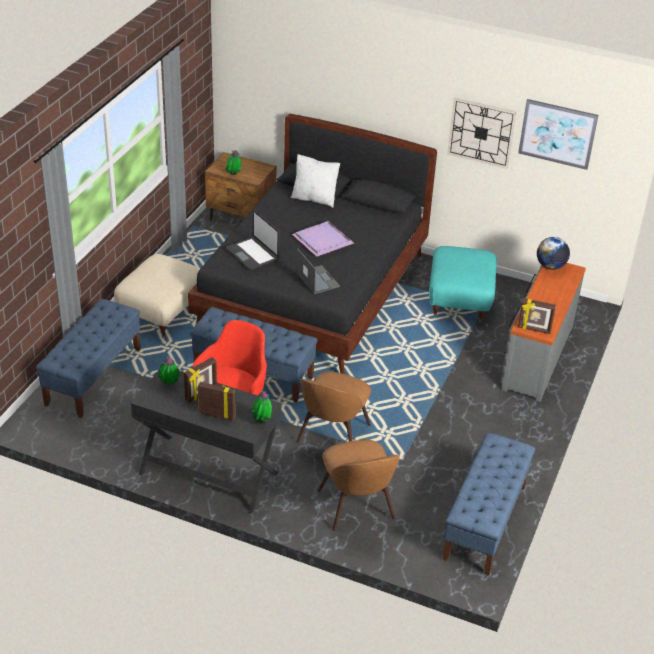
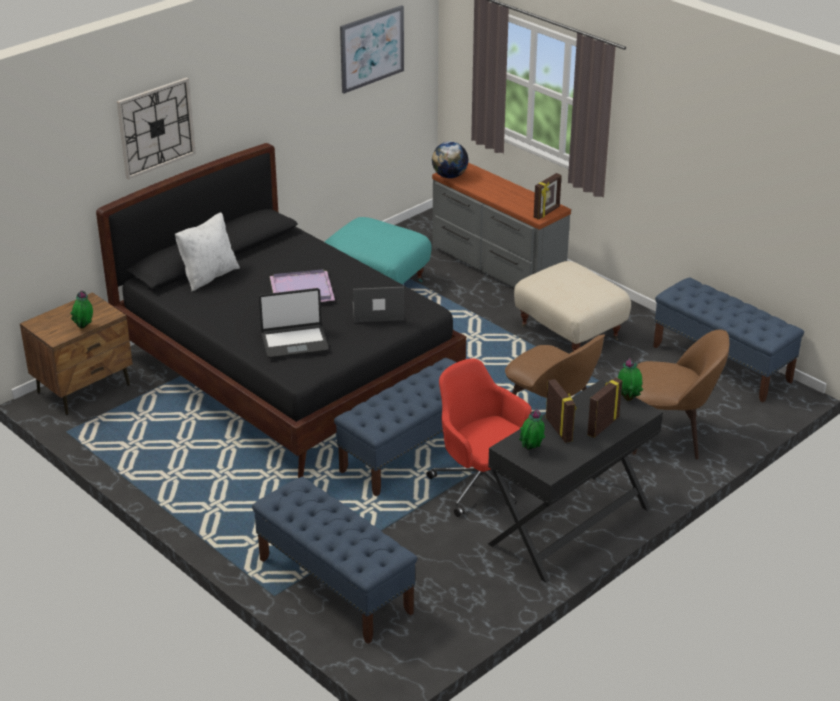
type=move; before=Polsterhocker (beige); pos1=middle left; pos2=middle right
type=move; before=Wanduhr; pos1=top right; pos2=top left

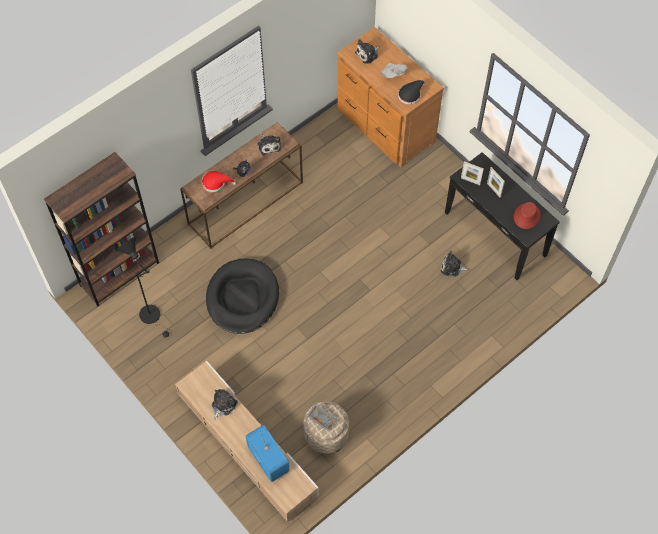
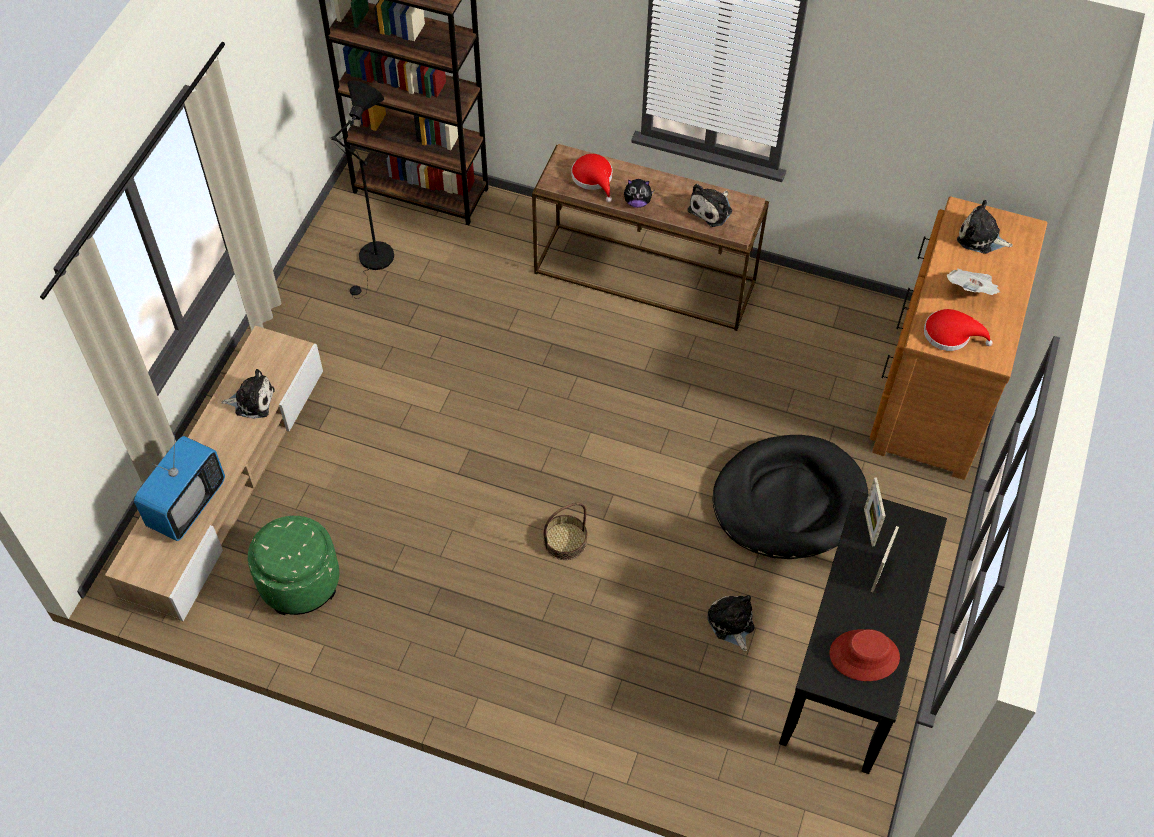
type=move; before=Hundebett (schwarz); pos1=centre; pos2=middle right
type=recolor; before=Polsterhocker (beige); after=Polsterhocker (grün); pos1=bottom centre; pos2=bottom left
type=delete; before=Tablett (grau); pos1=bottom centre
type=recolor; before=Hut (schwarz); after=Hut (rot) (3rd from left); pos1=top centre; pos2=middle right
type=insert; after=Korb; pos2=centre

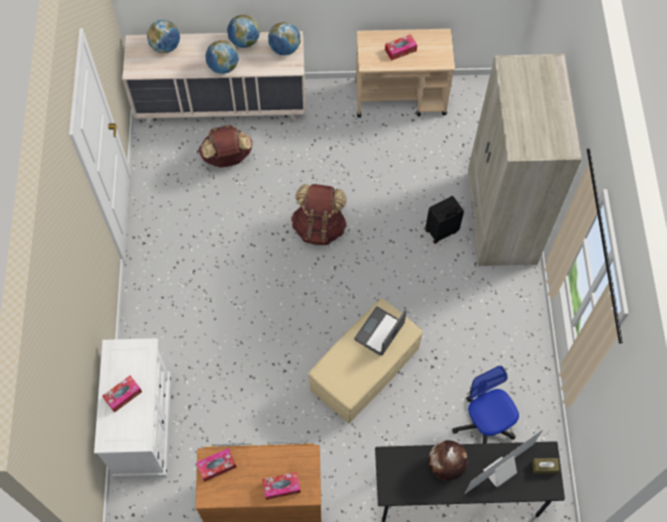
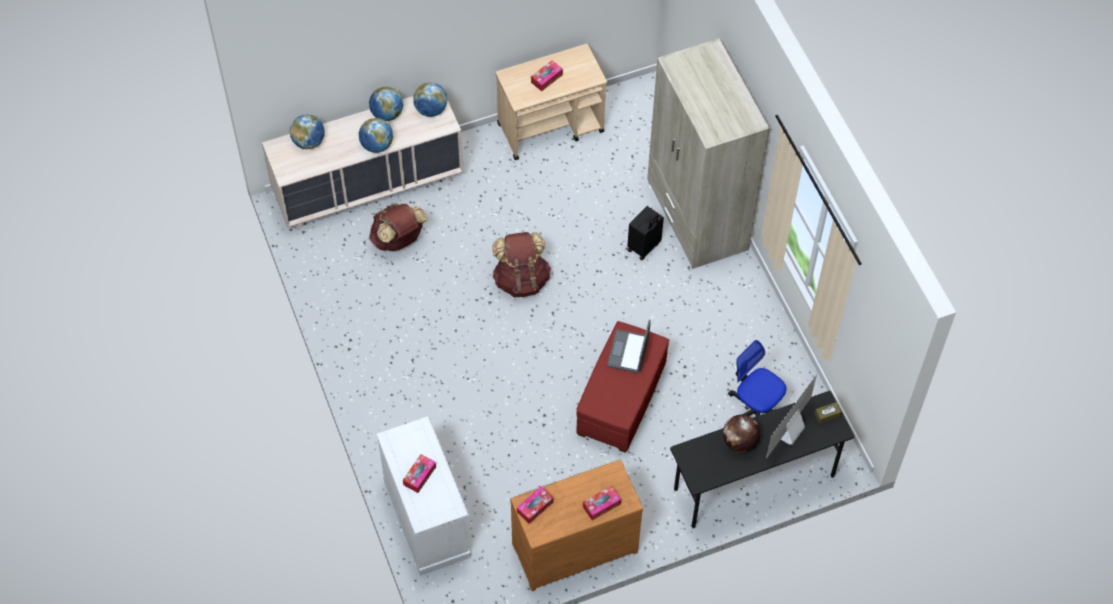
type=recolor; before=Polsterhocker (beige); after=Polsterhocker (rot); pos1=bottom centre; pos2=centre

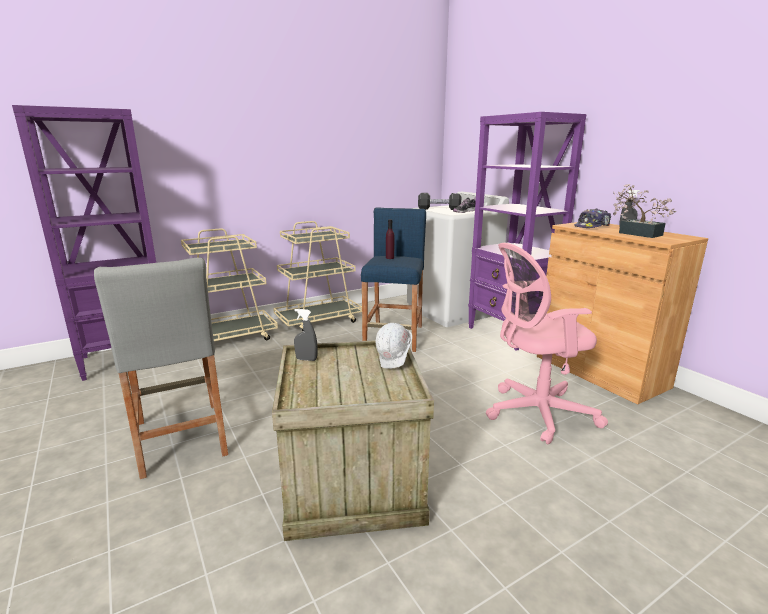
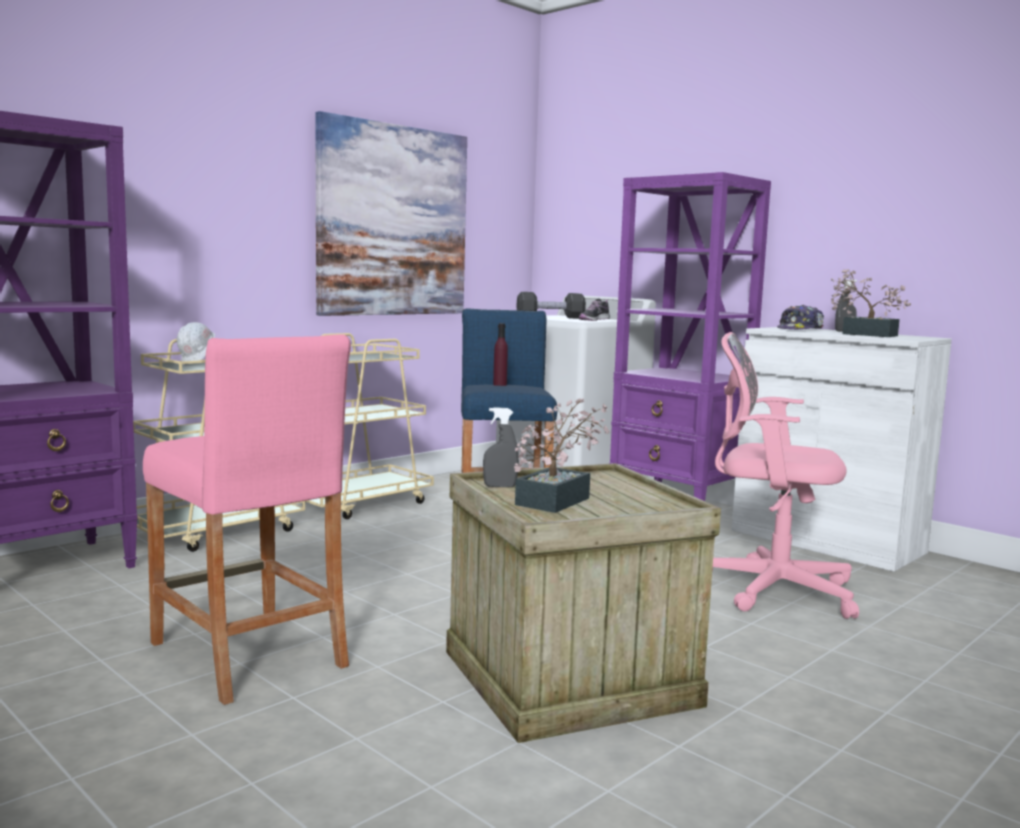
type=recolor; before=Hocker (grau); after=Hocker (rosa); pos1=middle left; pos2=middle left
type=move; before=Schutzhelm (weiß); pos1=centre; pos2=middle left
type=rotate; before=Bürostuhl (rosa); pos1=middle right; pos2=middle right; turn=45
type=recolor; before=Schrank (braun); after=Schrank (weiß); pos1=middle right; pos2=middle right
type=insert; after=Bild; pos2=top centre
type=insert; after=Topfpflanze (1st from left); pos2=centre

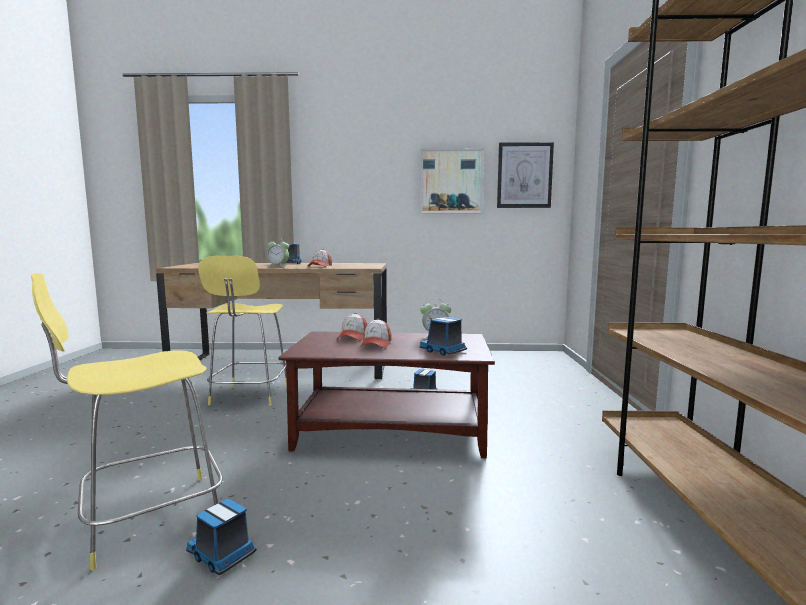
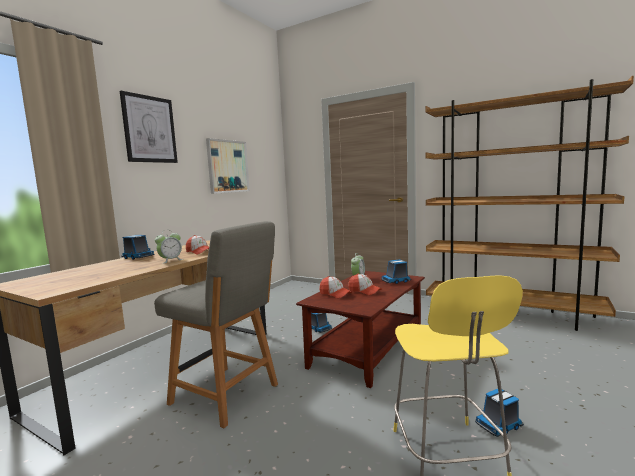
type=replace; before=Hocker (gelb) (2nd from left); after=Stuhl (grau); pos1=middle left; pos2=bottom centre
type=move; before=Bild (2nd from left in the first image); after=Bild (1st from left); pos1=top centre; pos2=top left

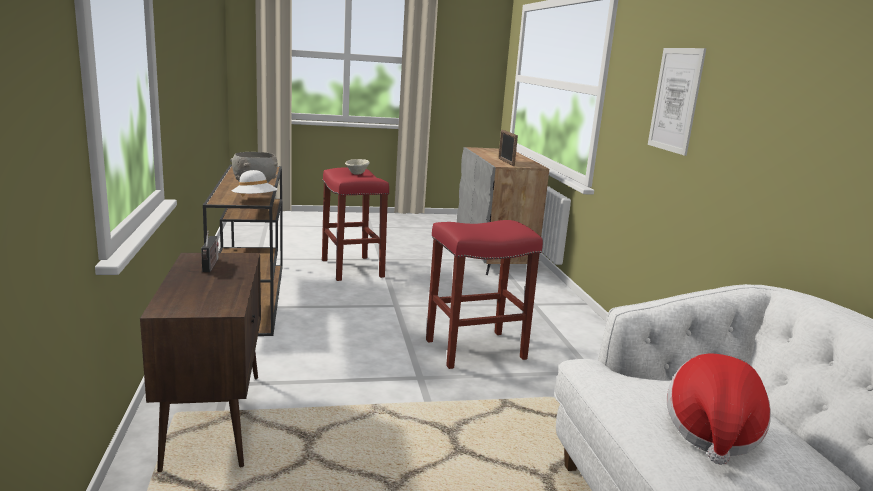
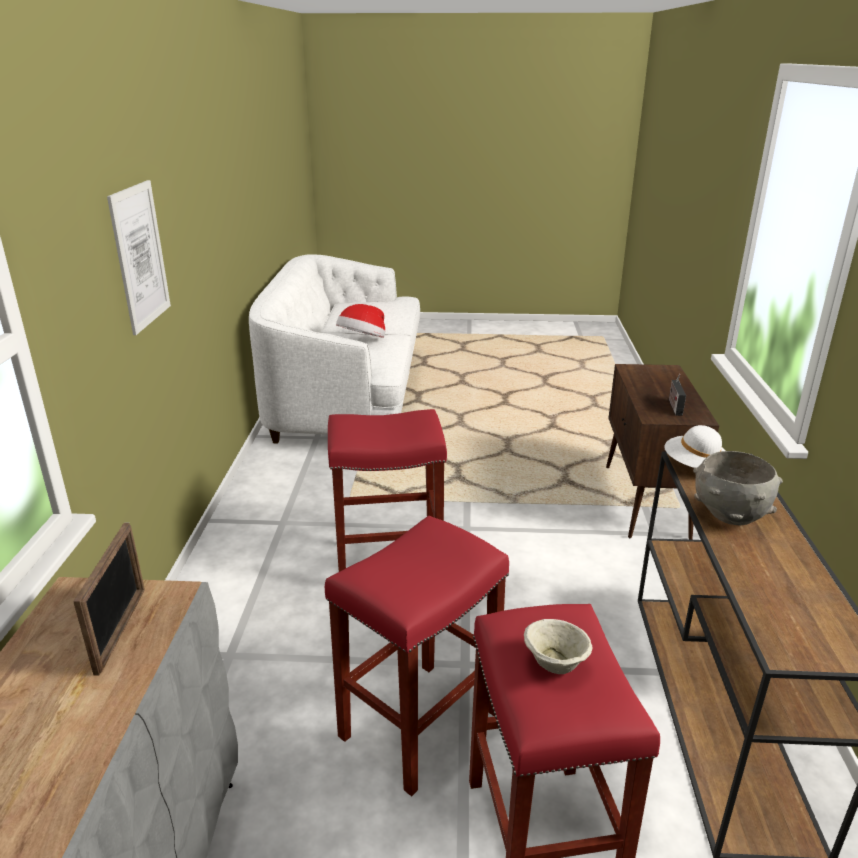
type=insert; after=Hocker (rot) (2nd from left); pos2=bottom centre

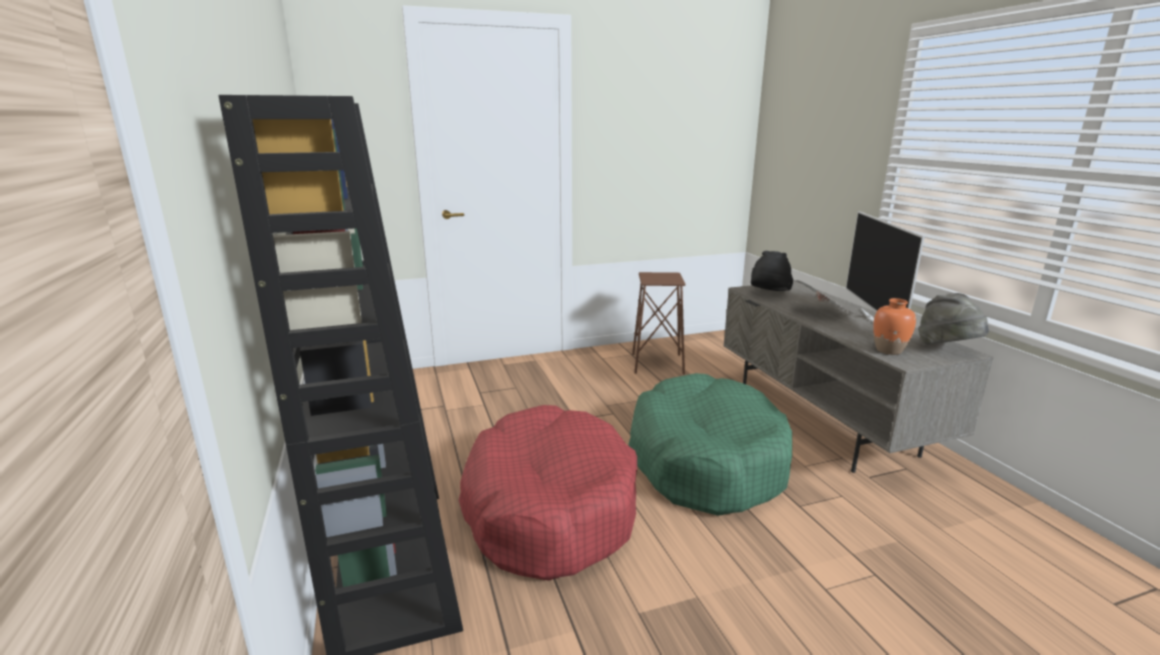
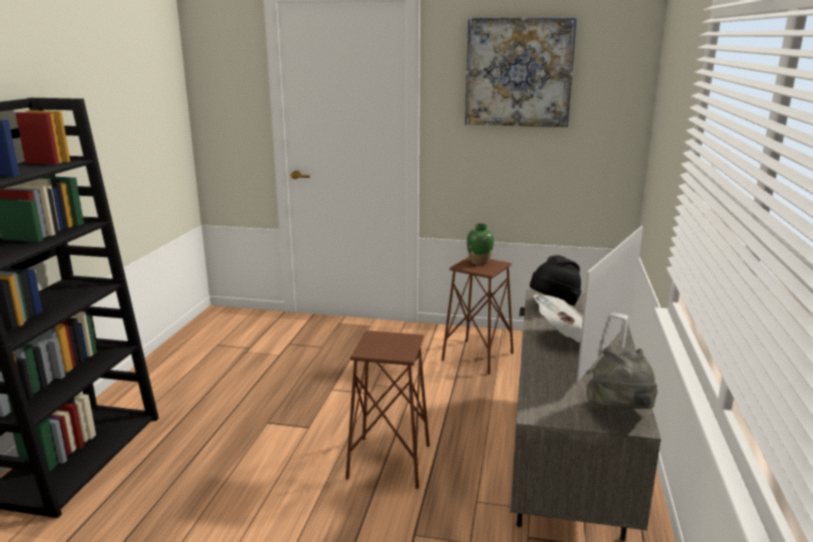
type=delete; before=Hundebett (rot); pos1=bottom centre
type=replace; before=Hundebett (grün); after=Hocker (braun) (1st from left); pos1=bottom centre; pos2=bottom centre
type=delete; before=Vase (orange); pos1=middle right
type=insert; after=Bild; pos2=top centre
type=insert; after=Vase (grün); pos2=centre

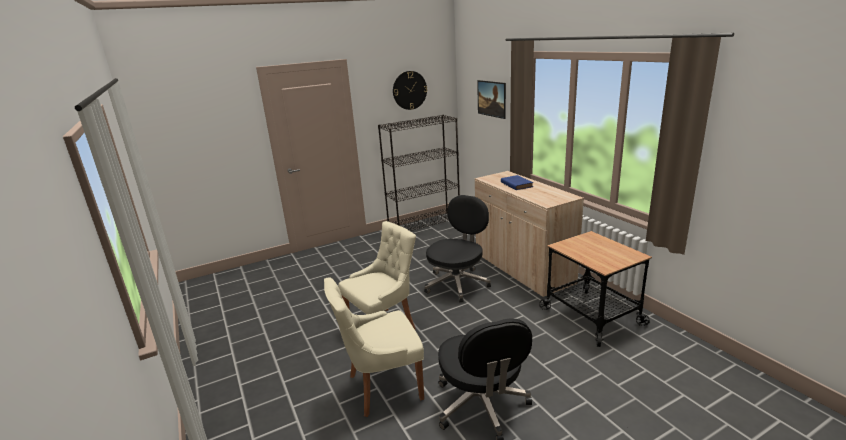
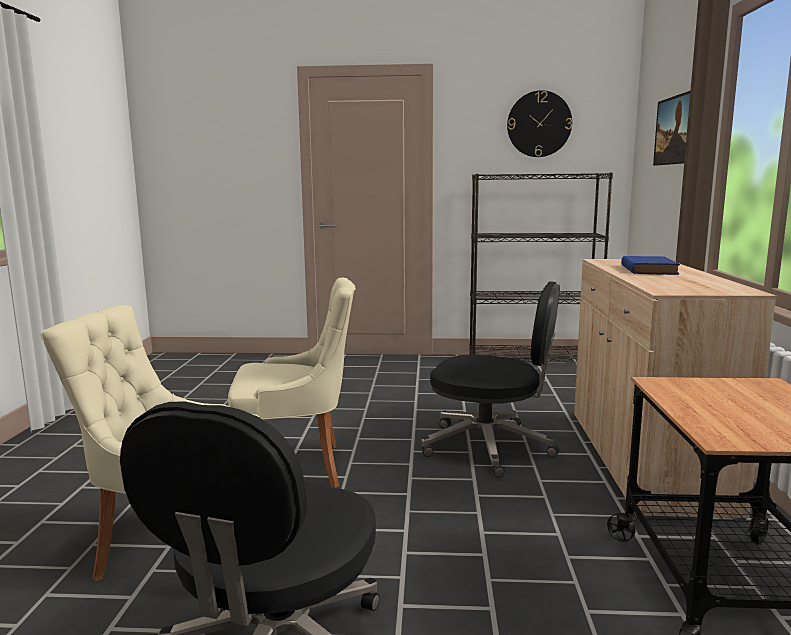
type=rotate; before=Bürostuhl (schwarz) (1st from left in the first image); pos1=centre; pos2=centre; turn=45

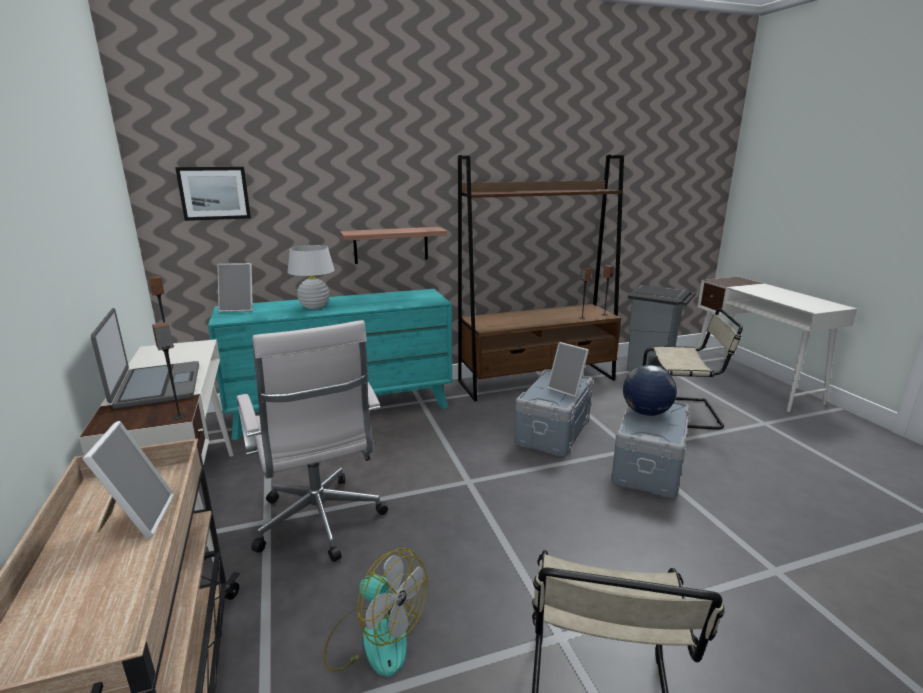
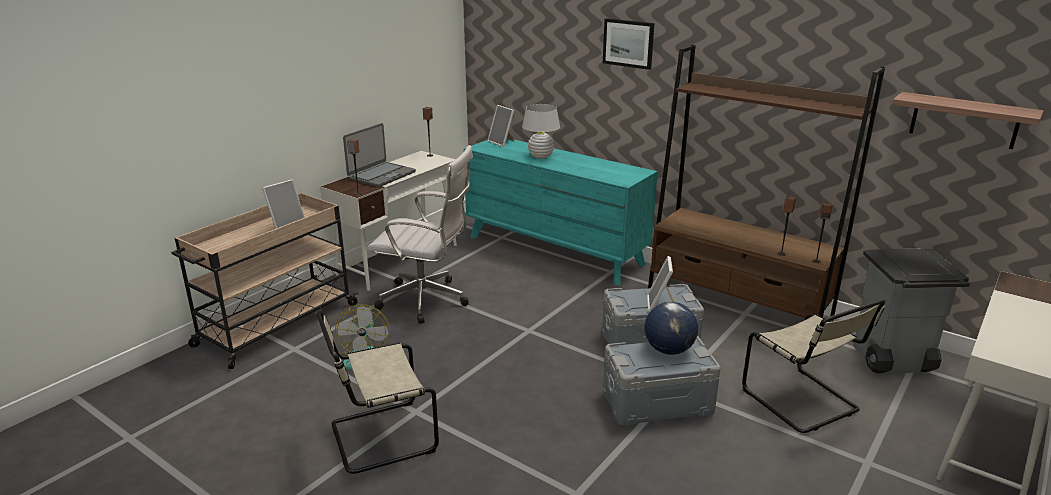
type=move; before=Bild; pos1=top left; pos2=top centre
type=rotate; before=Bürostuhl (weiß); pos1=centre; pos2=centre; turn=-105
type=move; before=Wandregal; pos1=centre; pos2=top right

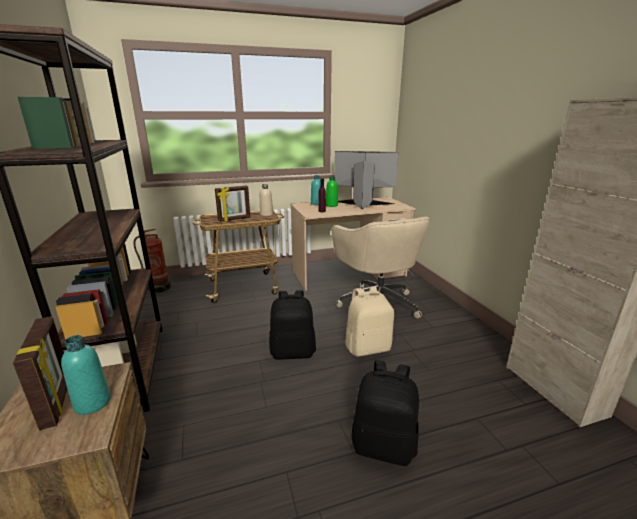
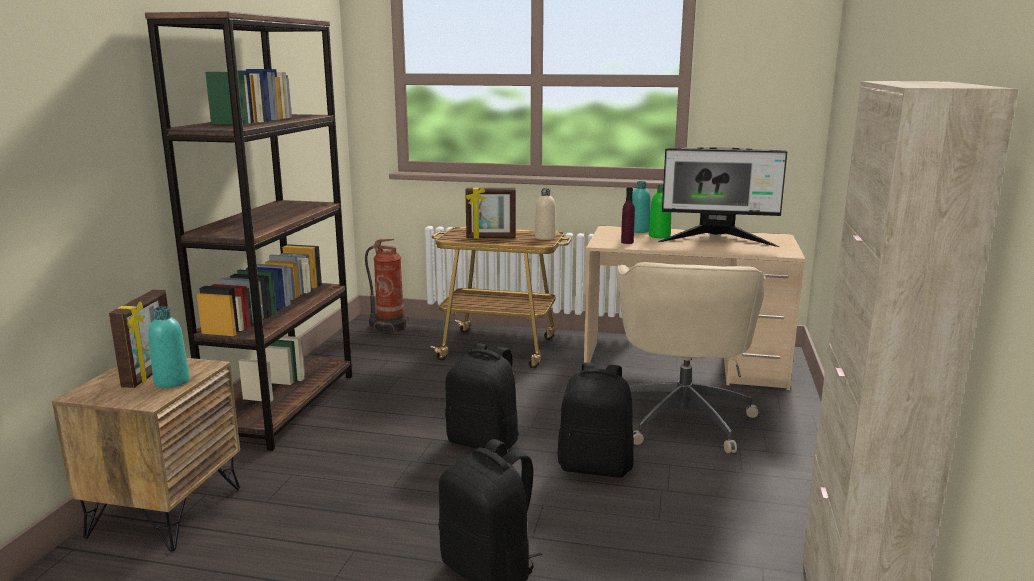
type=rotate; before=Monitor; pos1=centre; pos2=middle right; turn=150
type=recolor; before=Rucksack (beige); after=Rucksack (schwarz) (3rd from left); pos1=centre; pos2=bottom centre

